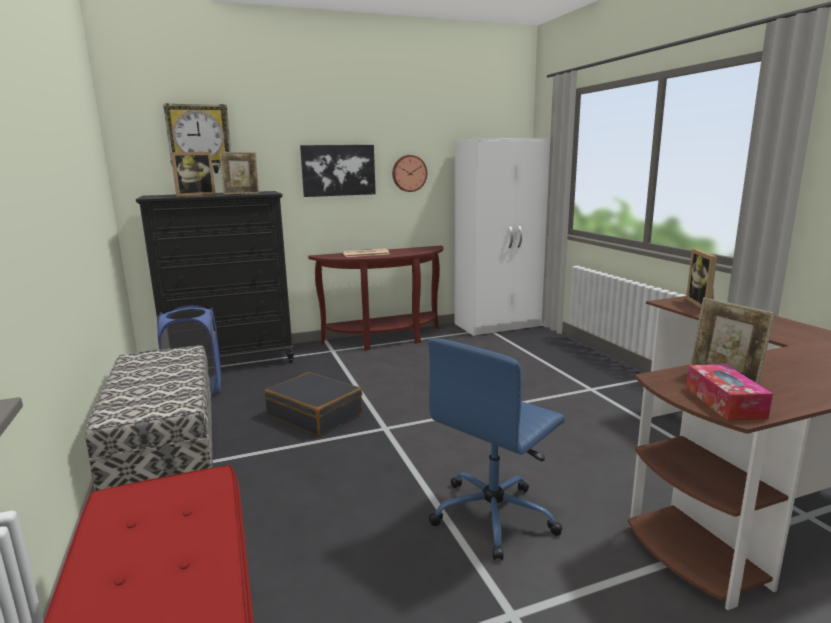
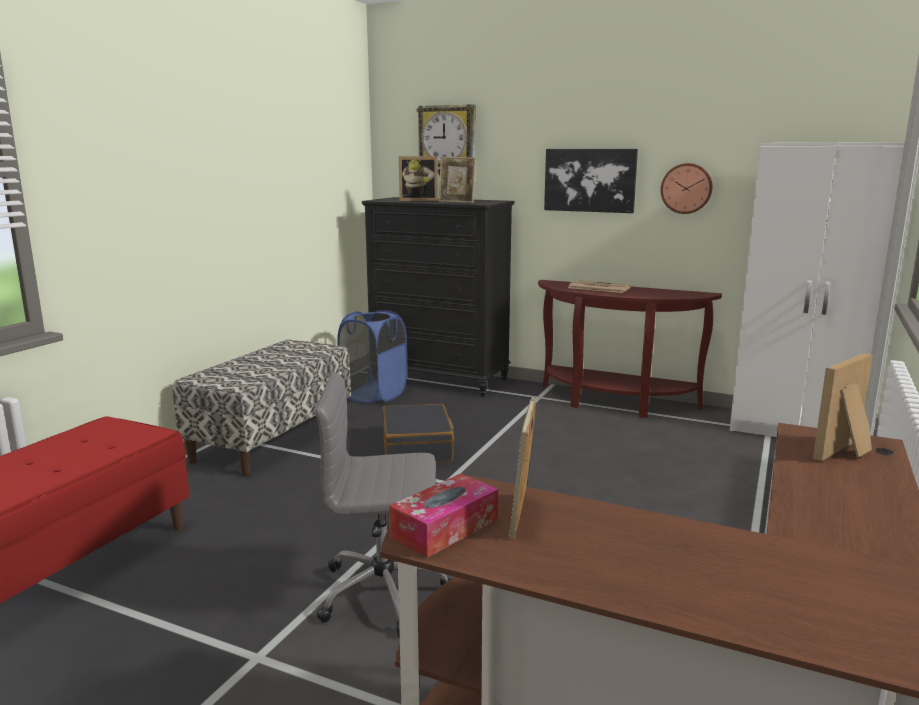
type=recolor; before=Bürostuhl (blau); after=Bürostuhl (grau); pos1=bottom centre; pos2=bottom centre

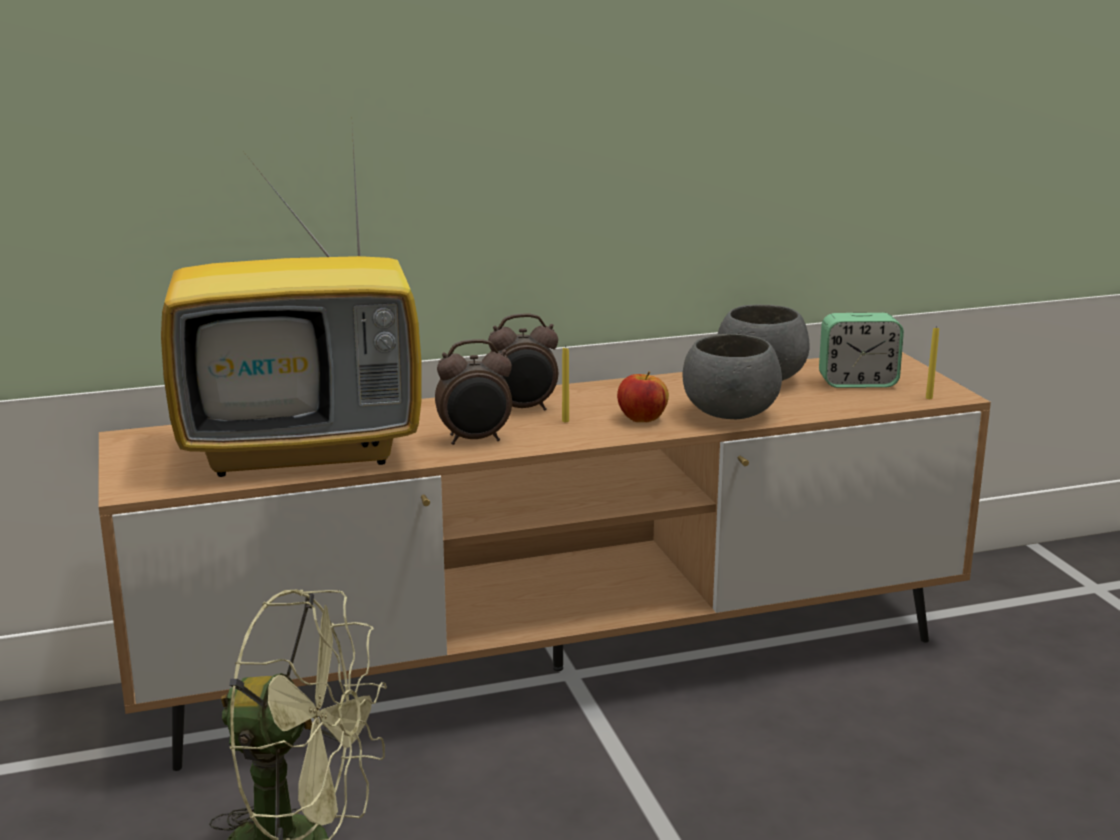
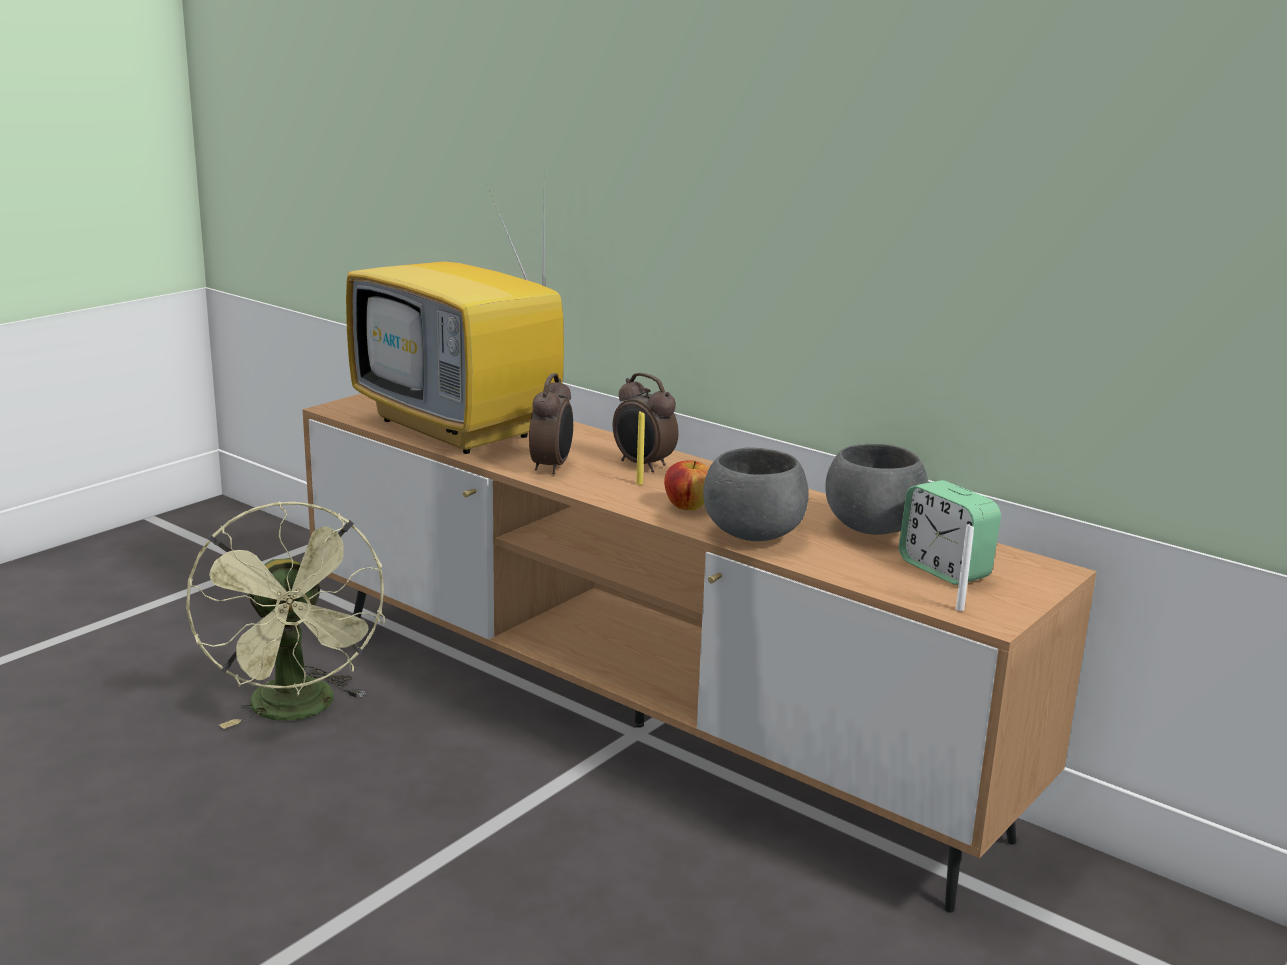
type=rotate; before=Wecker (1st from left); pos1=centre; pos2=centre; turn=-120
type=recolor; before=Kerze (gelb) (2nd from left); after=Kerze (weiß); pos1=middle right; pos2=middle right

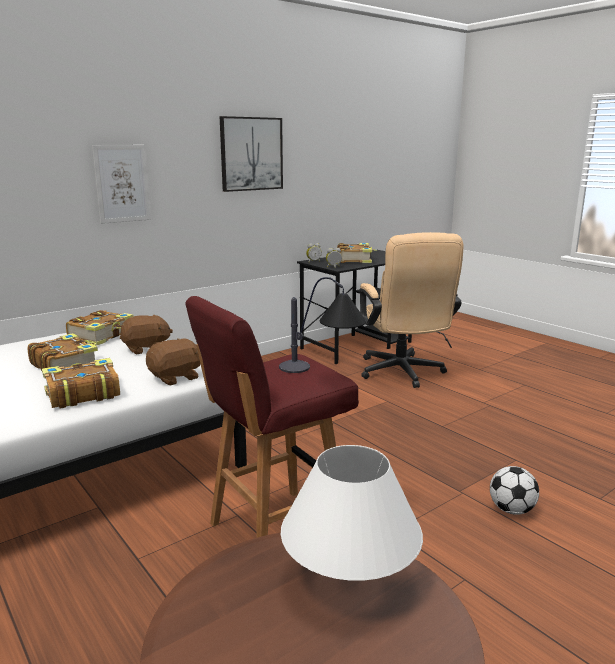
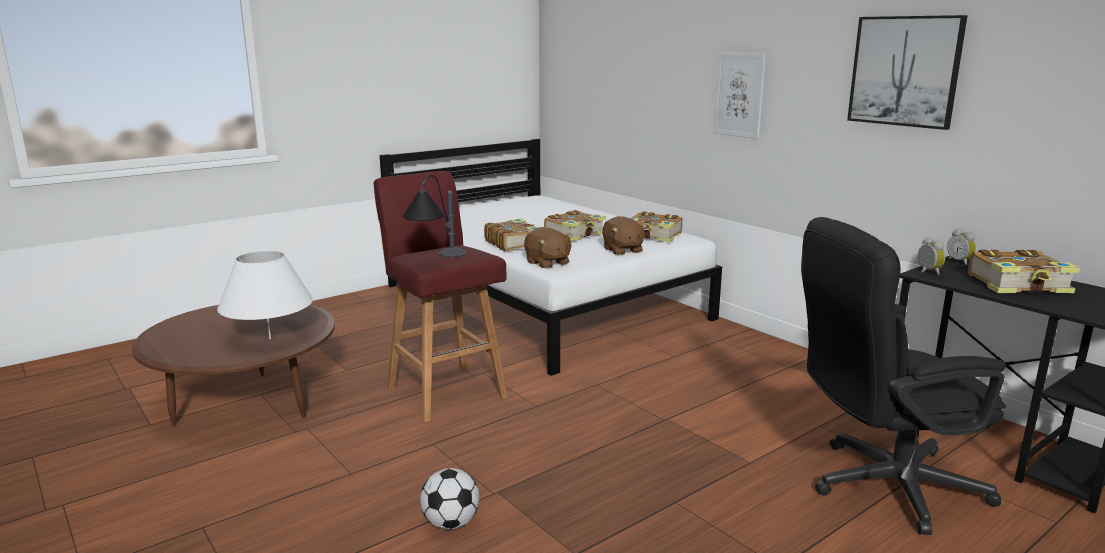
type=recolor; before=Bürostuhl (beige); after=Bürostuhl (schwarz); pos1=middle right; pos2=bottom right

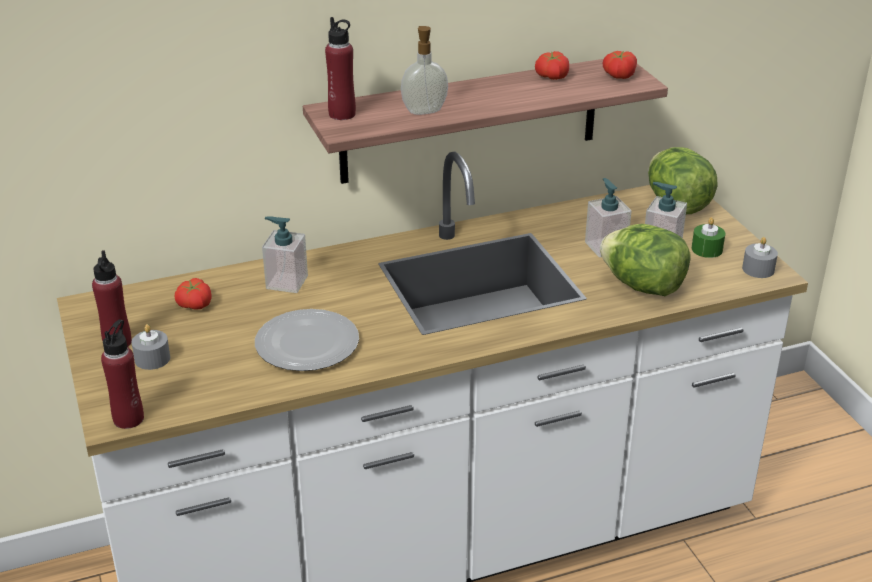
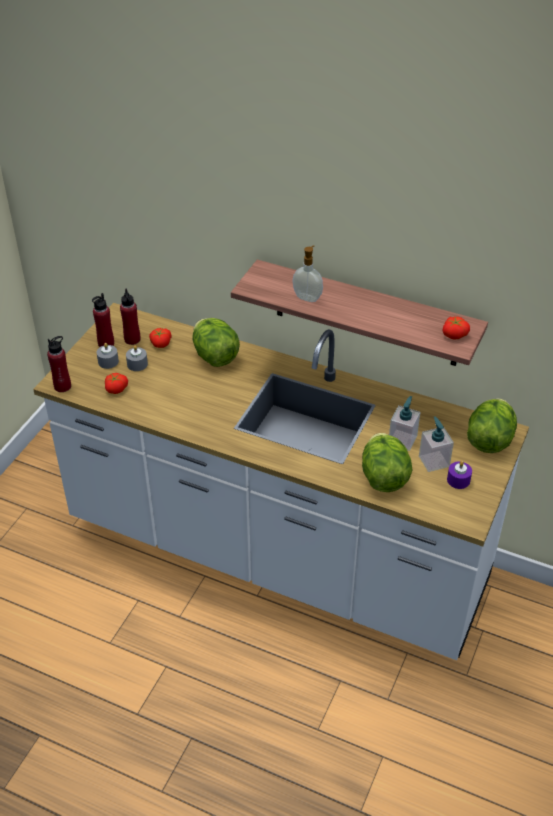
type=delete; before=Teller; pos1=centre
type=replace; before=Seifenspender (1st from left); after=Salatkopf (1st from left); pos1=middle left; pos2=centre
type=move; before=Flasche (rot) (3rd from left); pos1=top centre; pos2=middle left
type=move; before=Tomate (2nd from left in the first image); after=Tomate (1st from left); pos1=top centre; pos2=middle left
type=recolor; before=Kerze (grün); after=Kerze (lila); pos1=middle right; pos2=middle right
type=move; before=Kerze (grau) (2nd from left); pos1=middle right; pos2=middle left

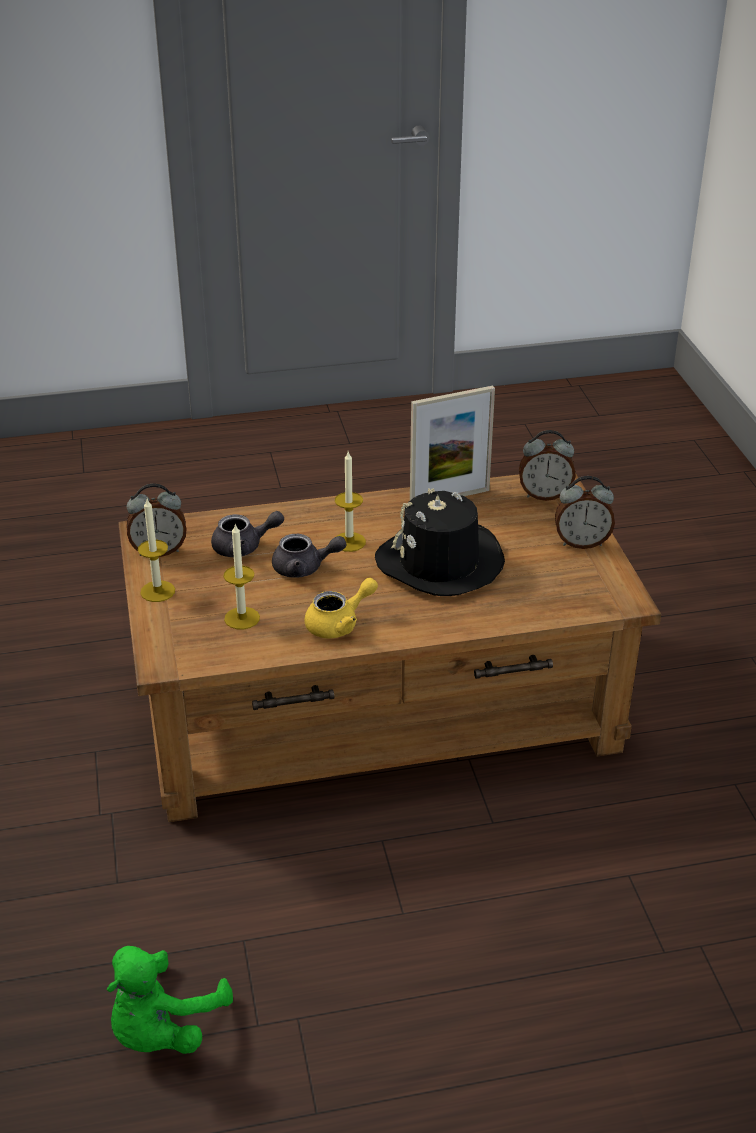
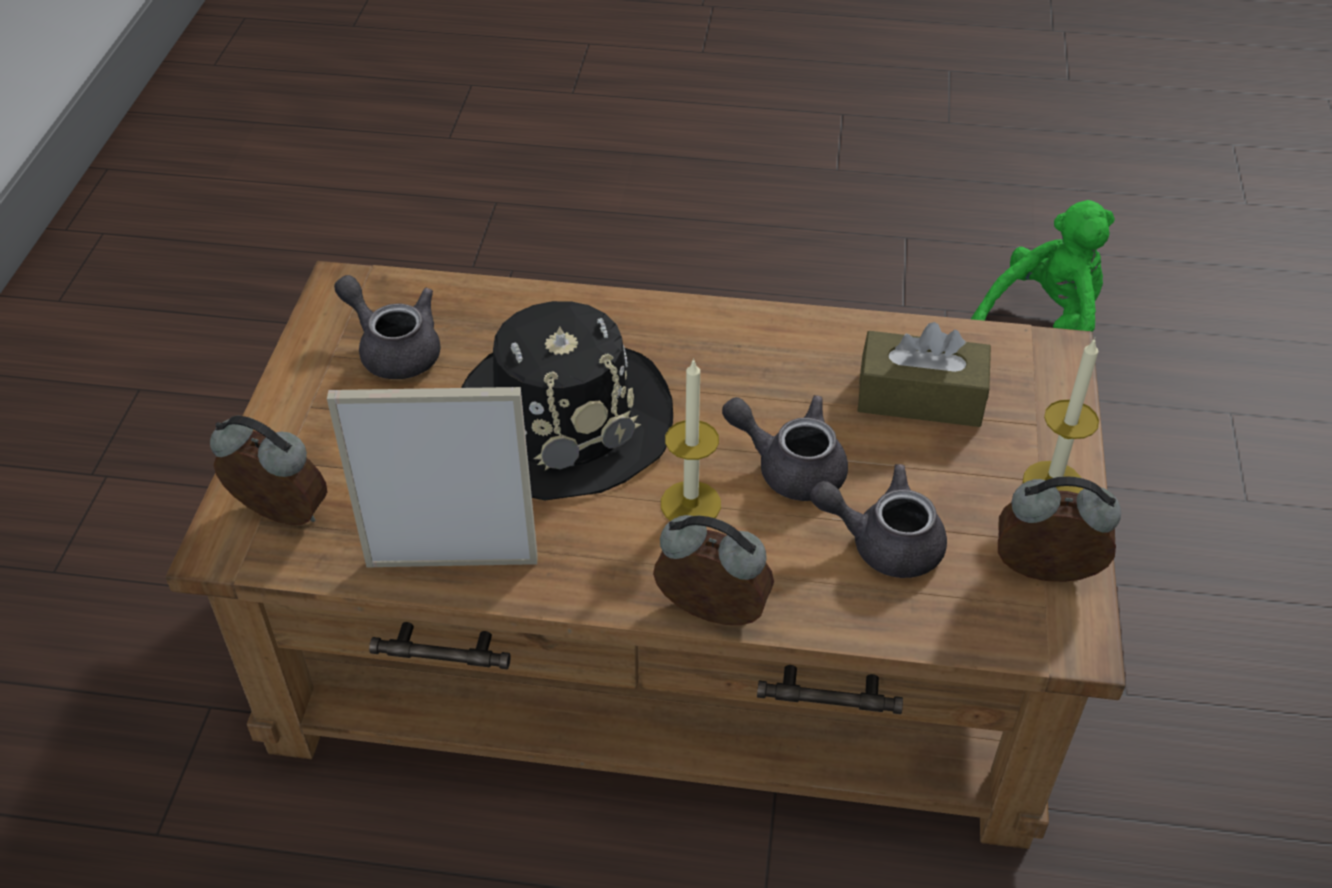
type=replace; before=Kerze (2nd from left); after=Taschentuchbox (braun); pos1=middle left; pos2=middle right
type=delete; before=Teekanne (gelb); pos1=centre
type=move; before=Wecker (3rd from left in the first image); after=Wecker (2nd from left); pos1=middle right; pos2=centre
type=insert; after=Teekanne (grau) (1st from left); pos2=middle left

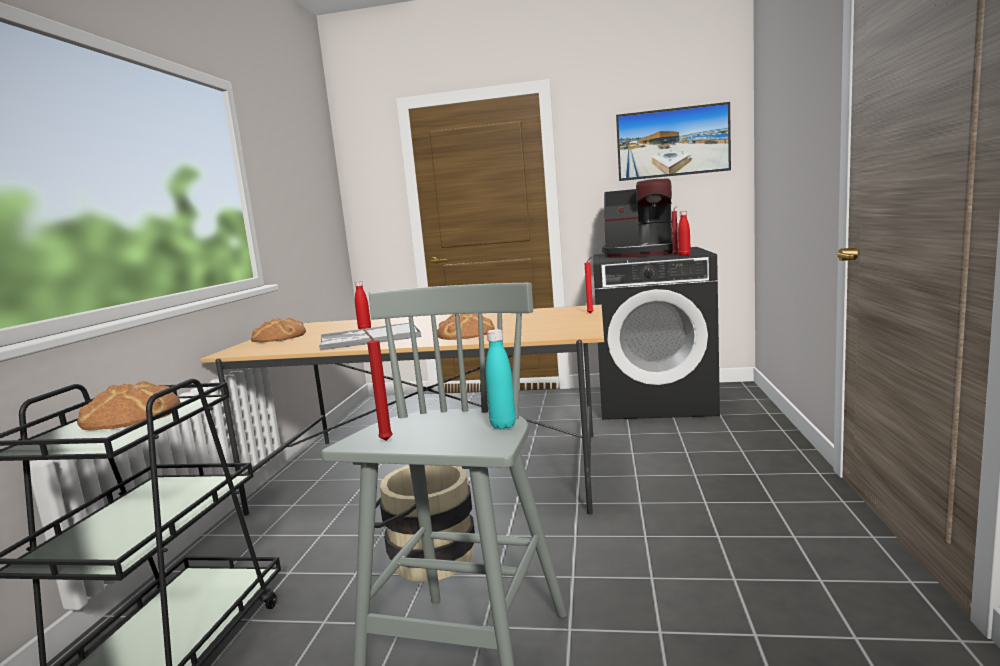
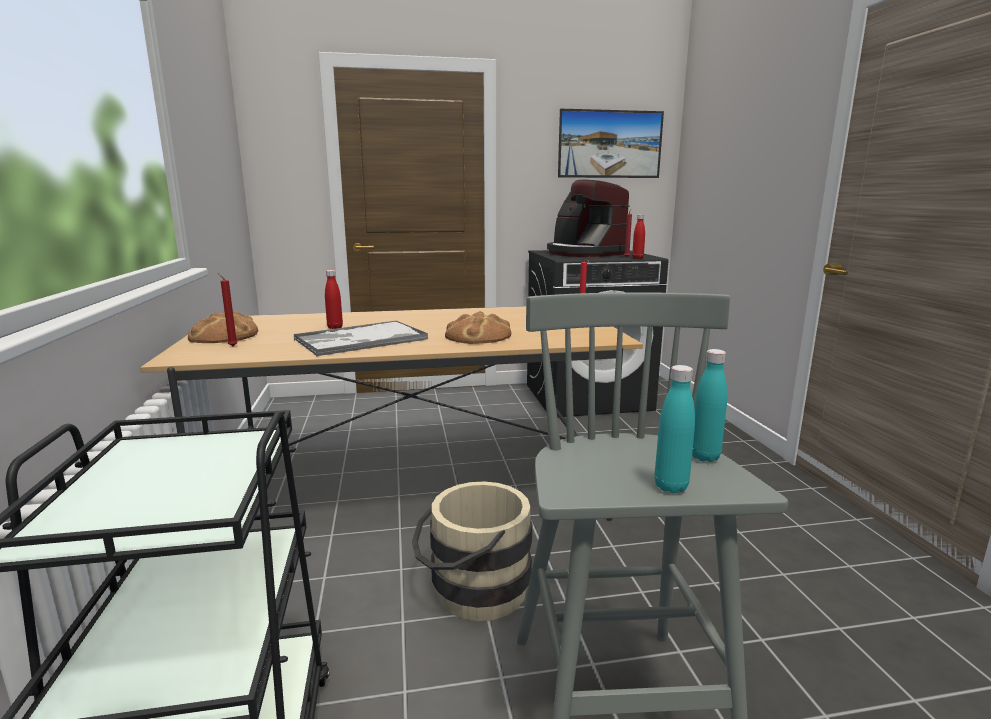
type=delete; before=Brot (1st from left); pos1=middle left
type=move; before=Kerze (rot) (1st from left); pos1=centre; pos2=middle left
type=rotate; before=Kaffeemaschine; pos1=top centre; pos2=top centre; turn=60
type=insert; after=Flasche (türkis) (1st from left); pos2=middle right

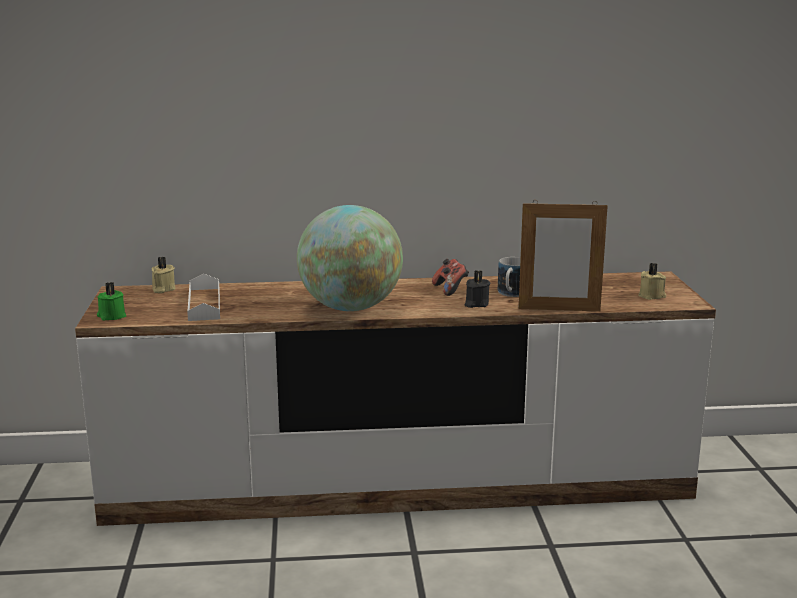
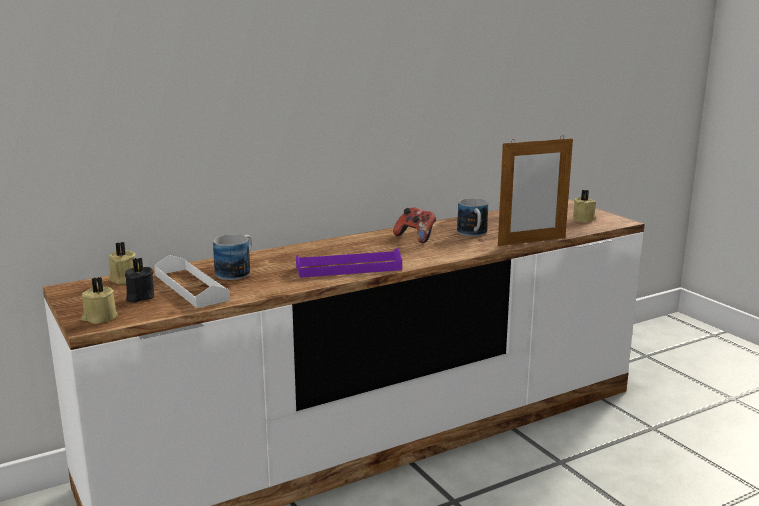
type=recolor; before=Kerze (grün); after=Kerze (beige) (1st from left); pos1=middle left; pos2=middle left
type=replace; before=Globus; after=Tablett (lila); pos1=centre; pos2=centre
type=move; before=Kerze (schwarz); pos1=centre; pos2=middle left
type=insert; after=Henkelbecher (1st from left); pos2=middle left

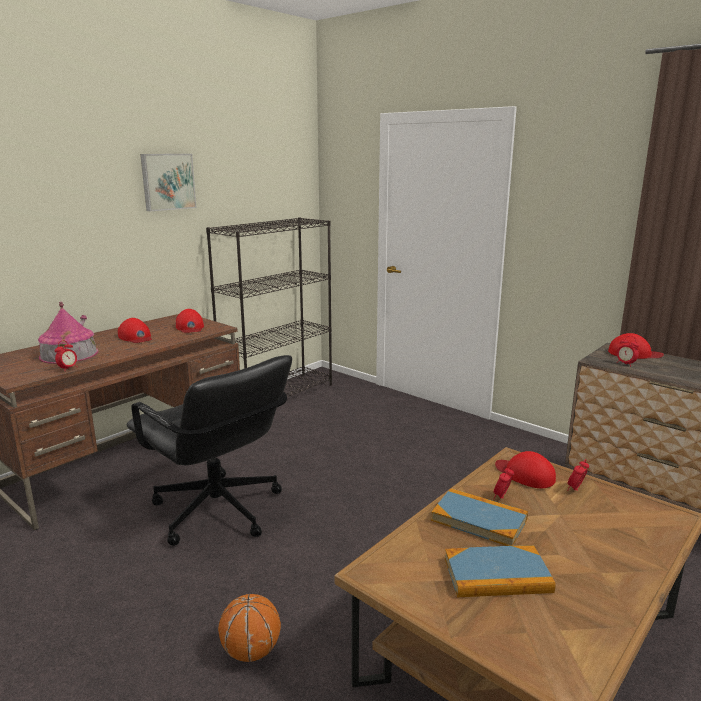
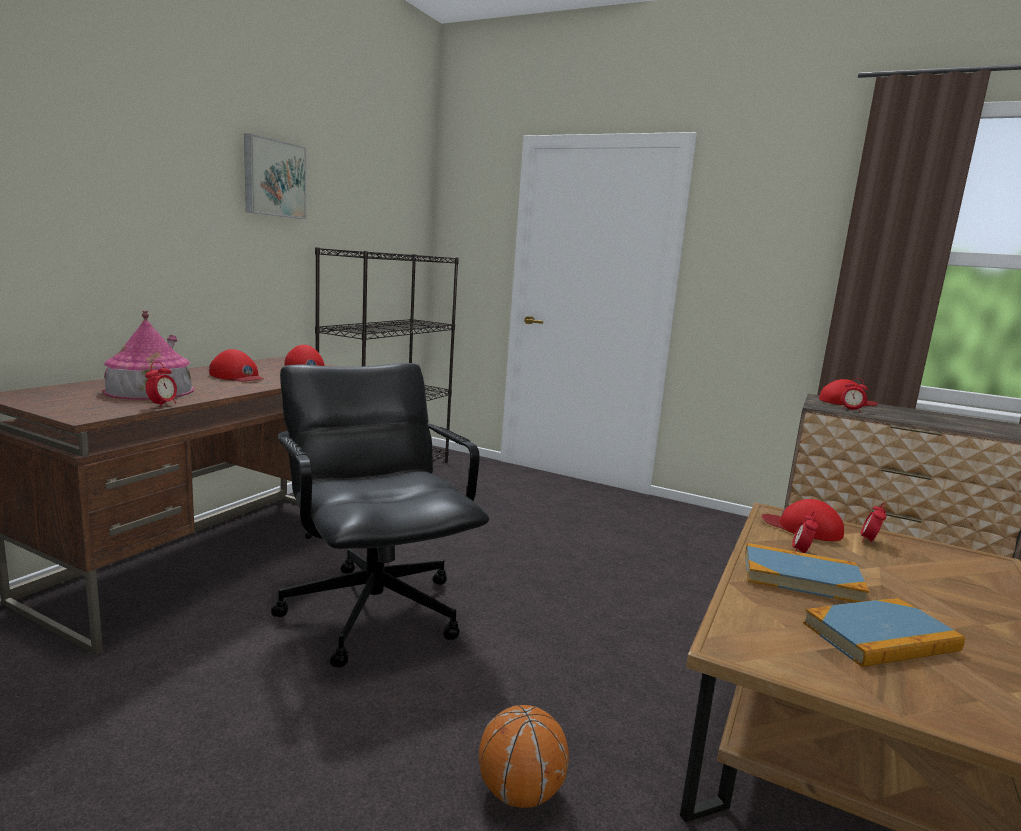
type=rotate; before=Bürostuhl (schwarz); pos1=middle left; pos2=centre; turn=-150

